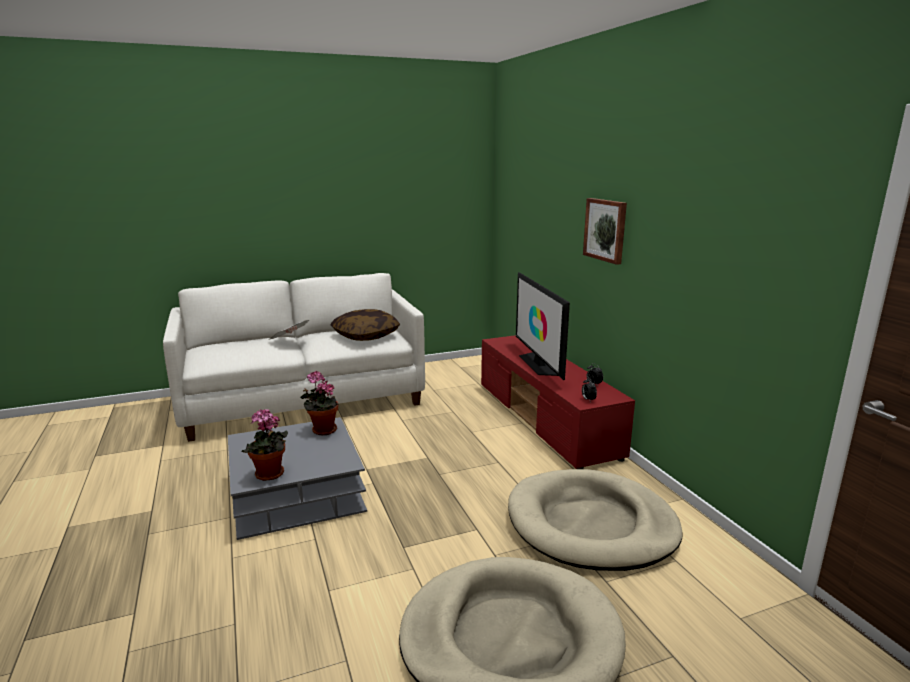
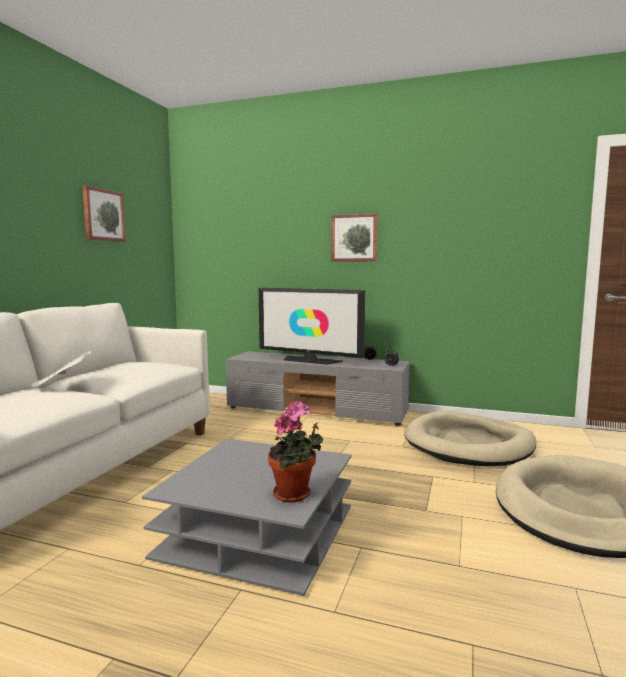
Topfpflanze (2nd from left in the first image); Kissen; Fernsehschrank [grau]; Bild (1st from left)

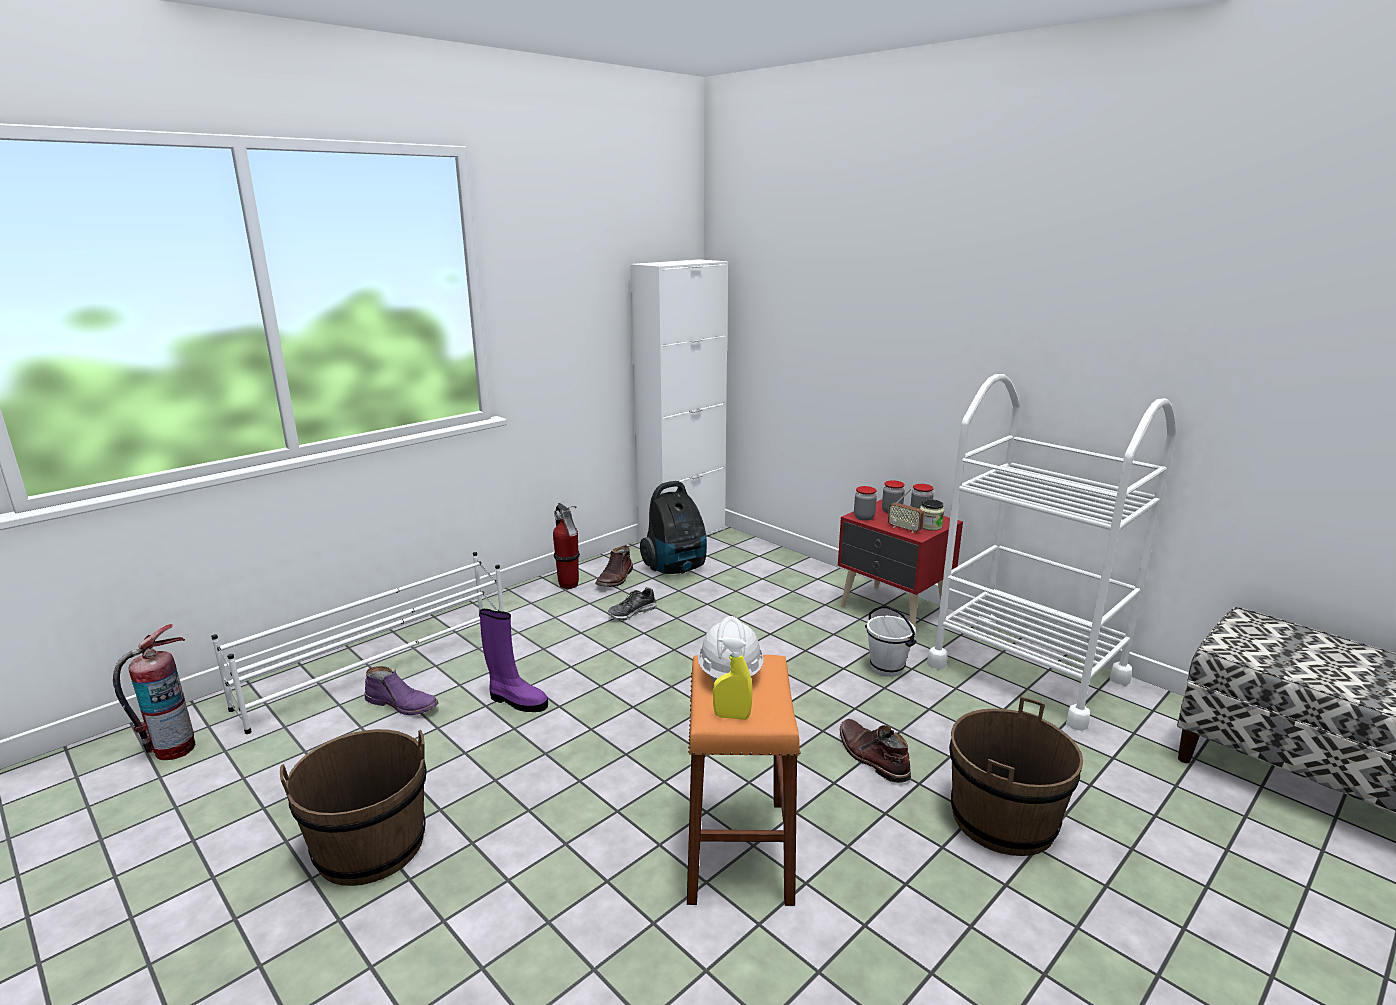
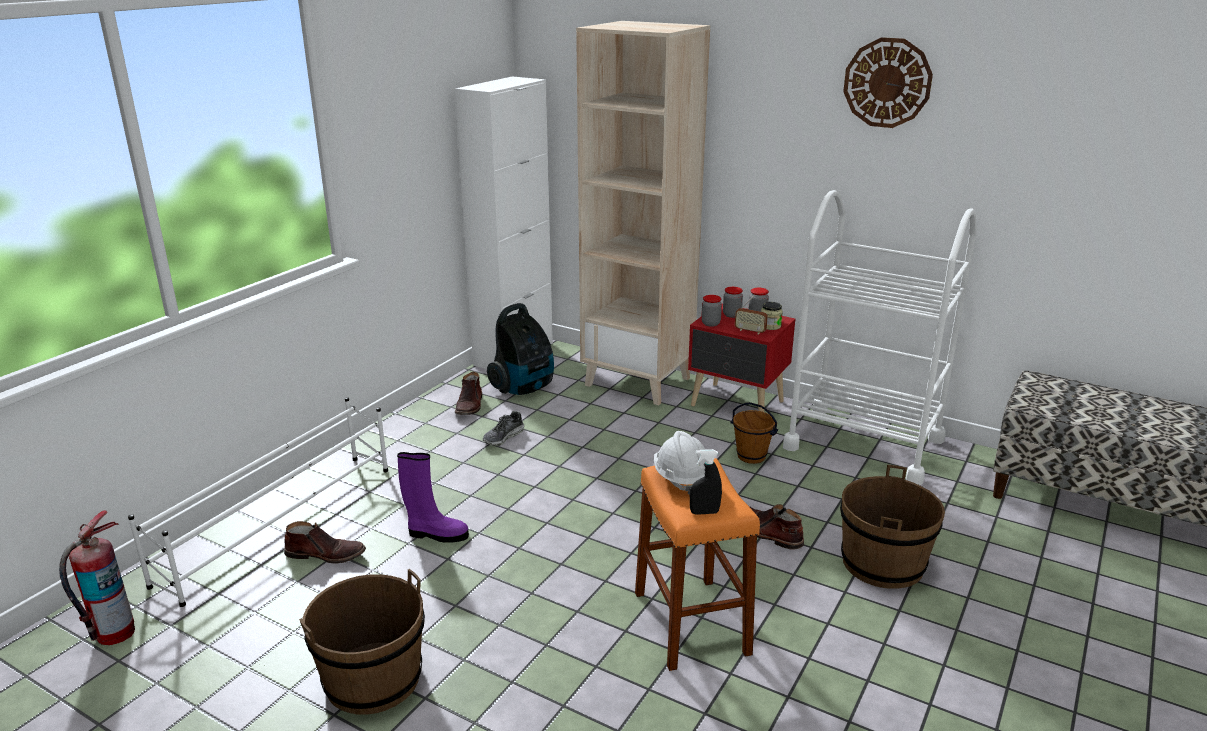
Stiefel [braun] (1st from left); Feuerlöscher (2nd from left in the first image); Sprühflasche [schwarz]; Eimer [braun] (2nd from left); Bücherregal [beige]; Wanduhr

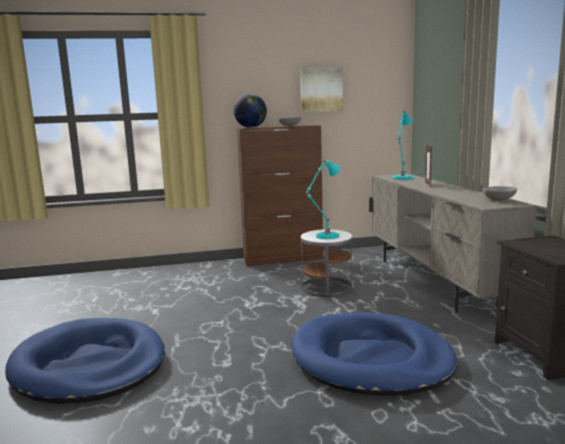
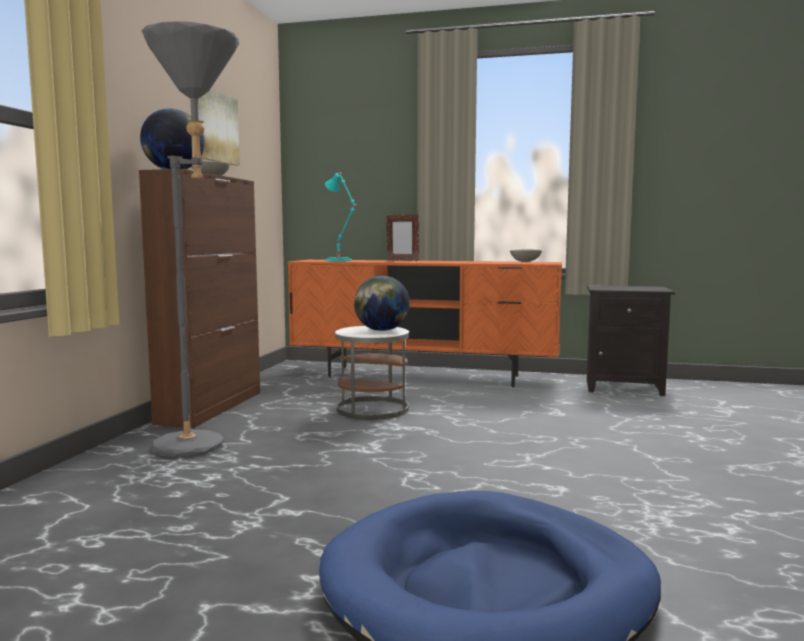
Hundebett [blau] (2nd from left in the first image); Globus (2nd from left); Fernsehschrank [orange]; Stehlampe [grau]

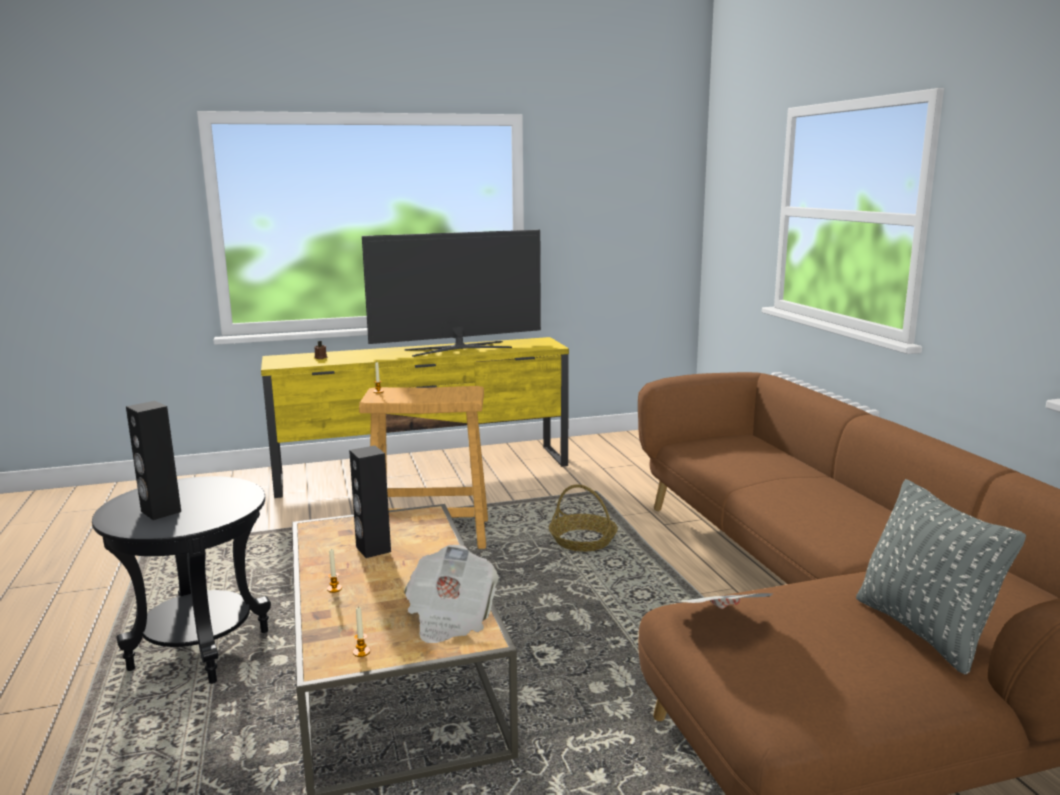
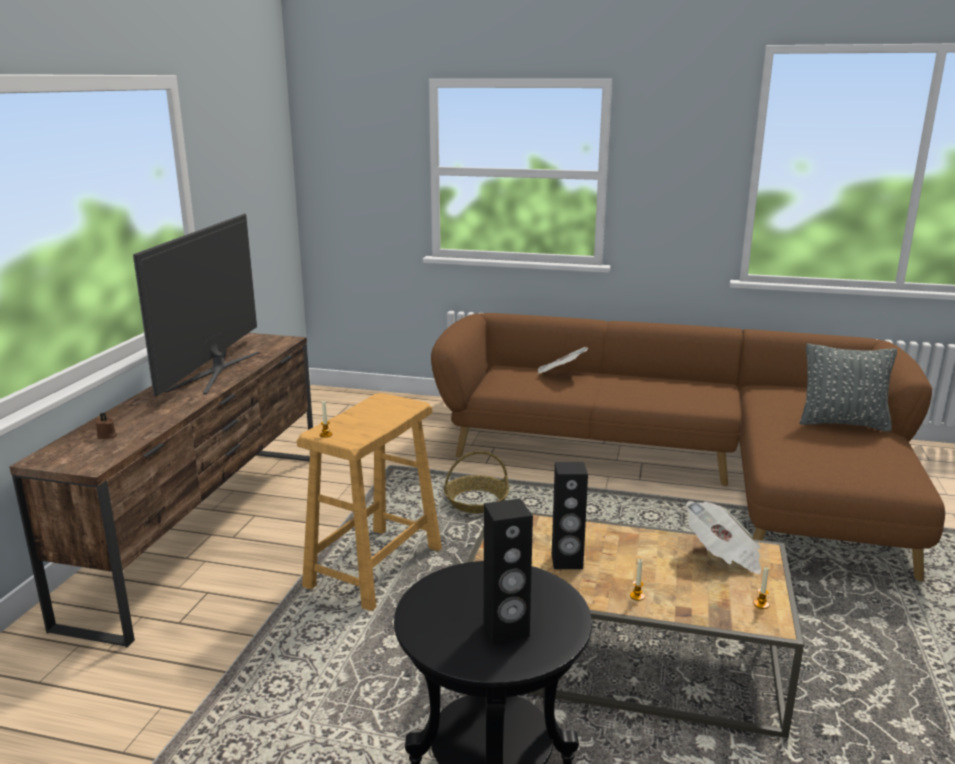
Fernsehschrank [braun]; Zeitung (1st from left)

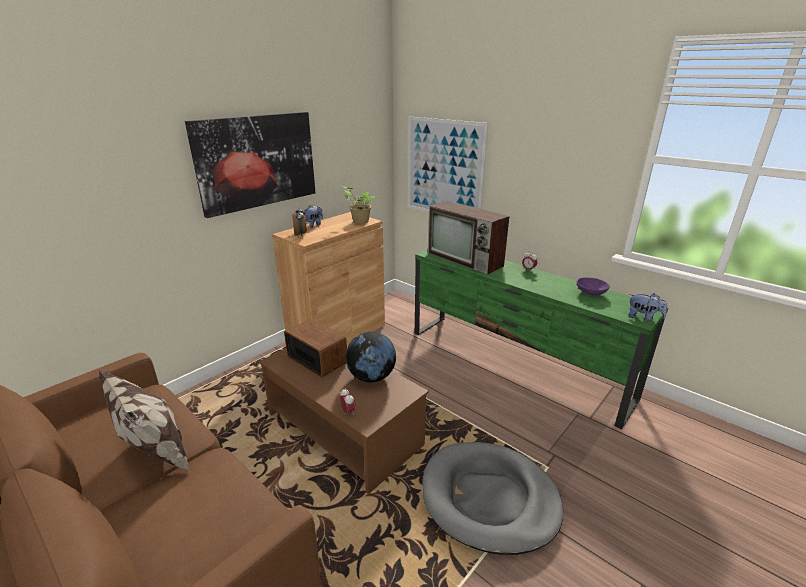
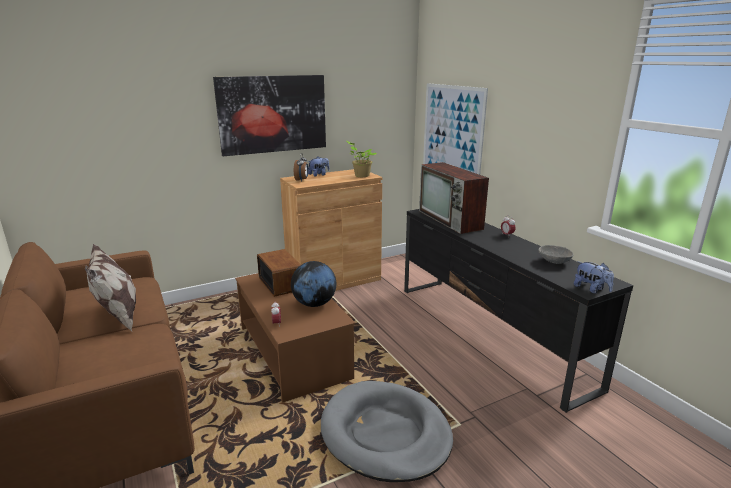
Fernsehschrank [schwarz]; Schüssel [grau]

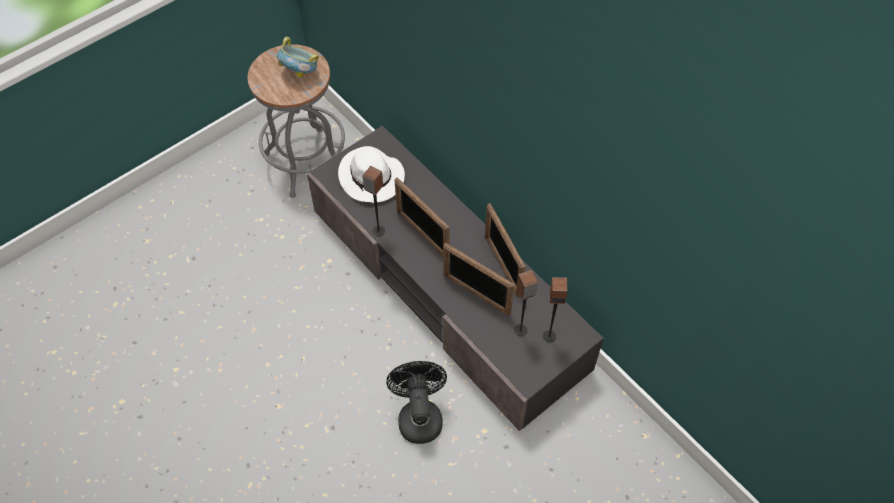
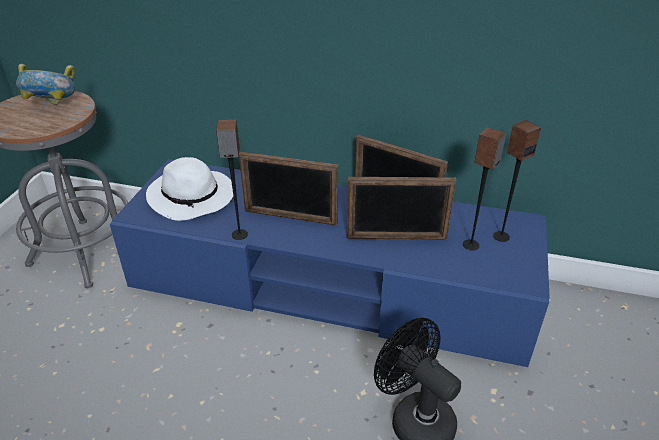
Fernsehschrank [blau]

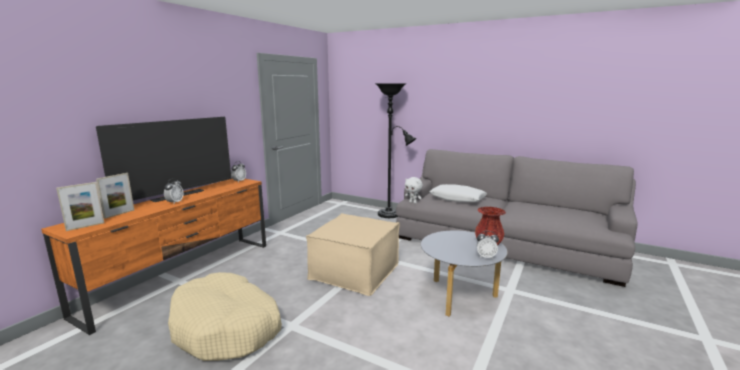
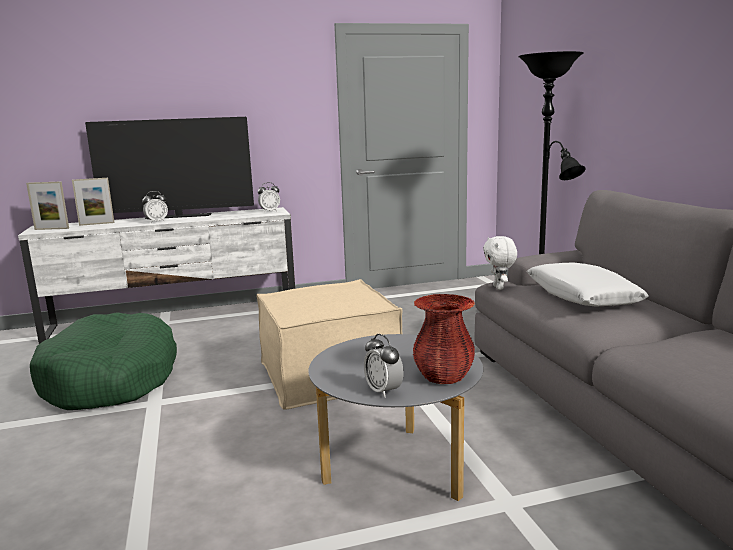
Fernsehschrank [weiß]; Hundebett [grün]

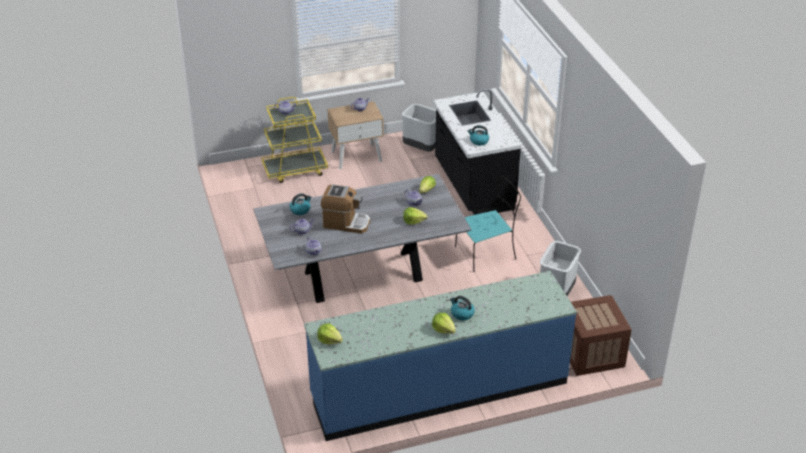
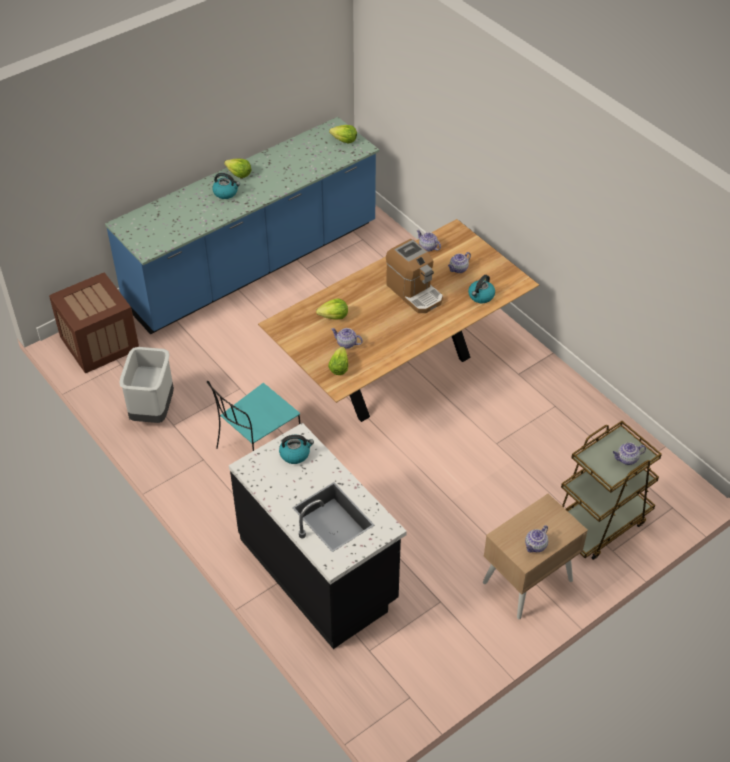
Esstisch [braun]; Rollwagen [braun]; Kaffeemaschine; Mülleimer [grau] (1st from left in the first image)

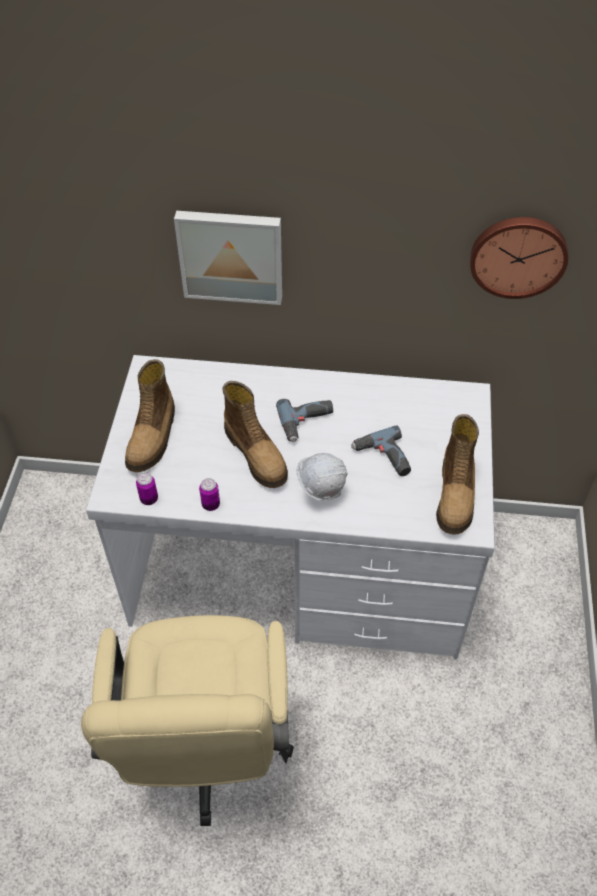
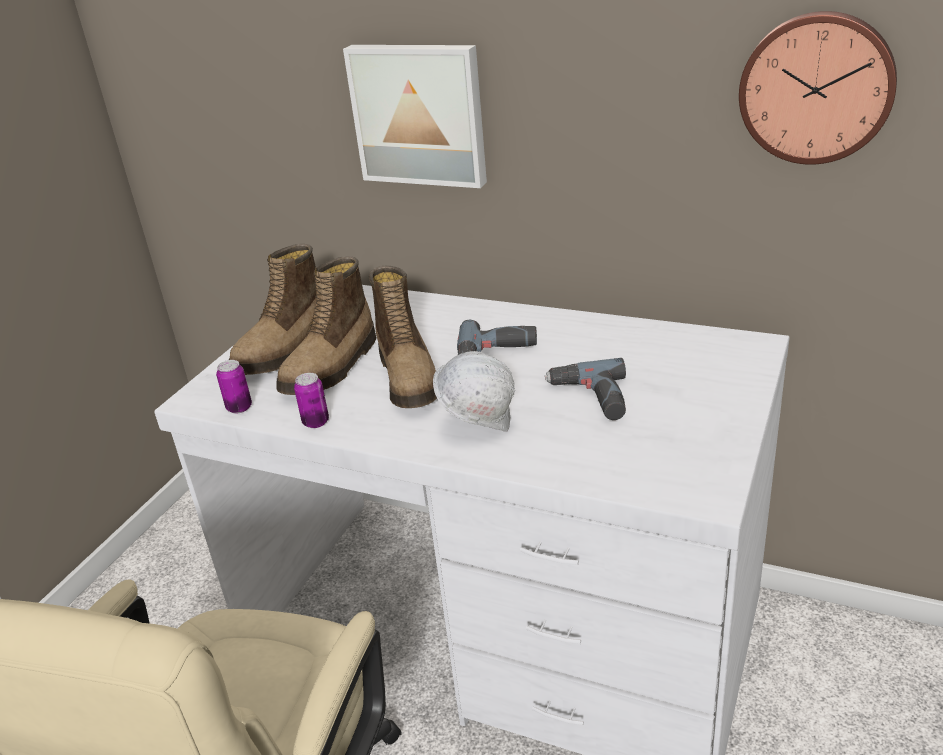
Stiefel (2nd from left)

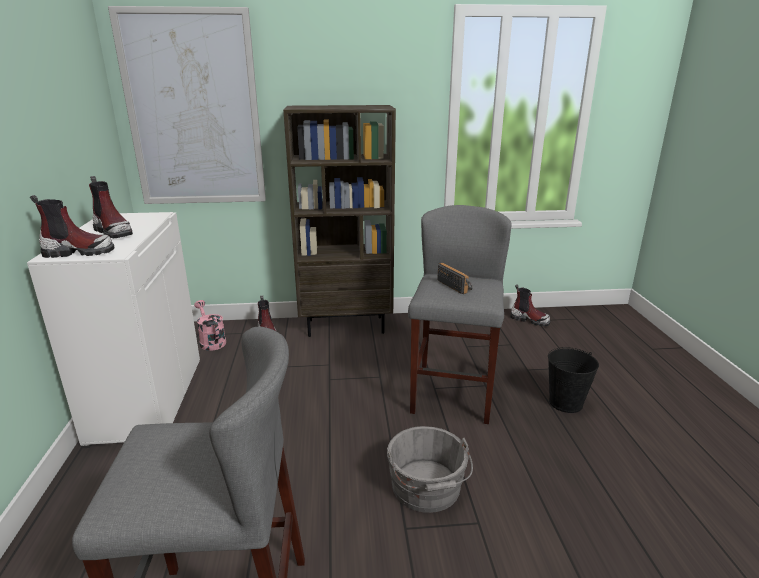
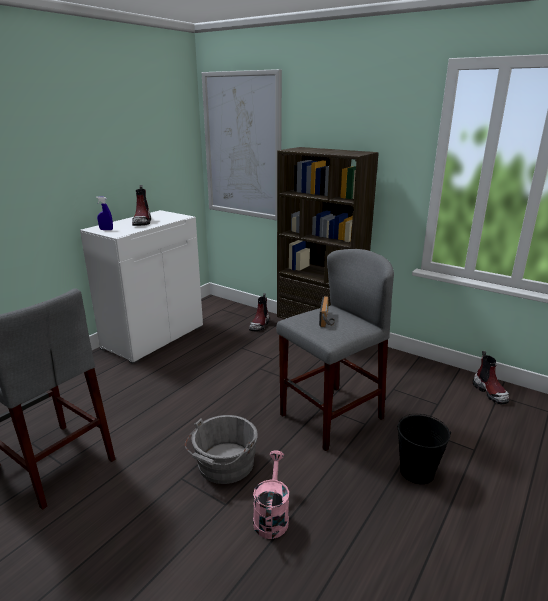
Sprühflasche [blau]; Gießkanne [rosa]

